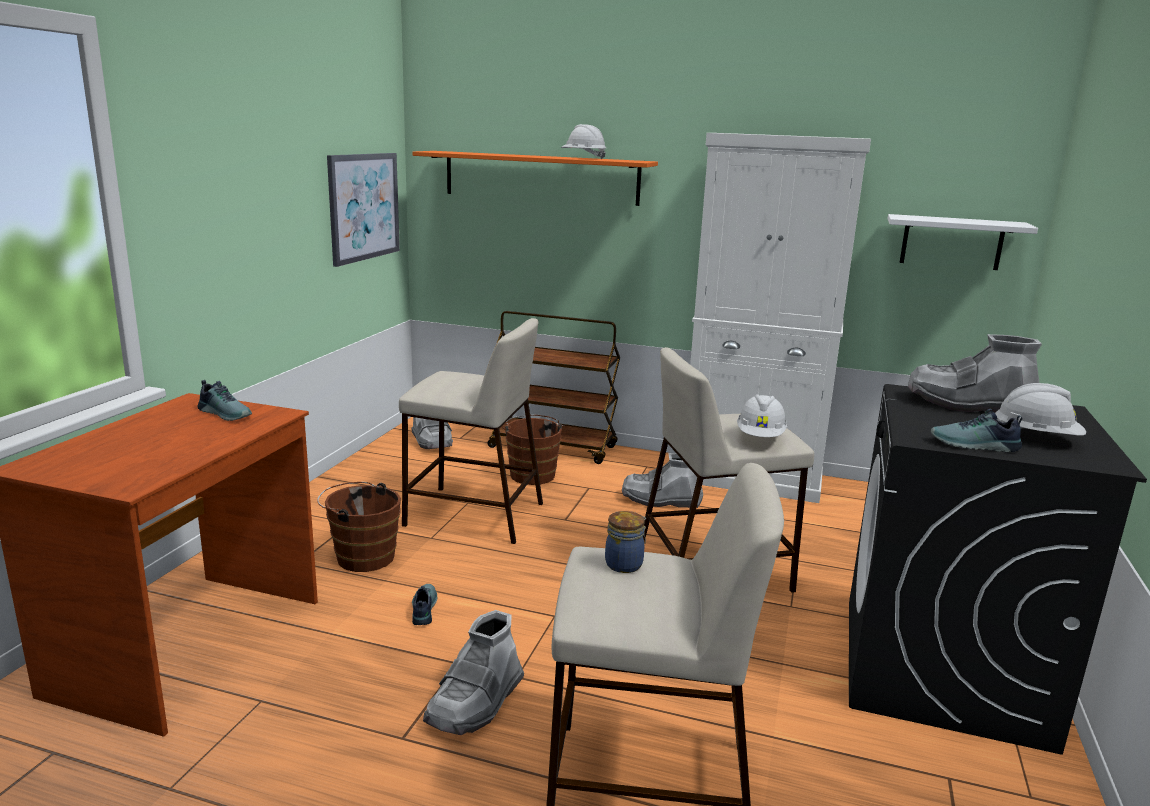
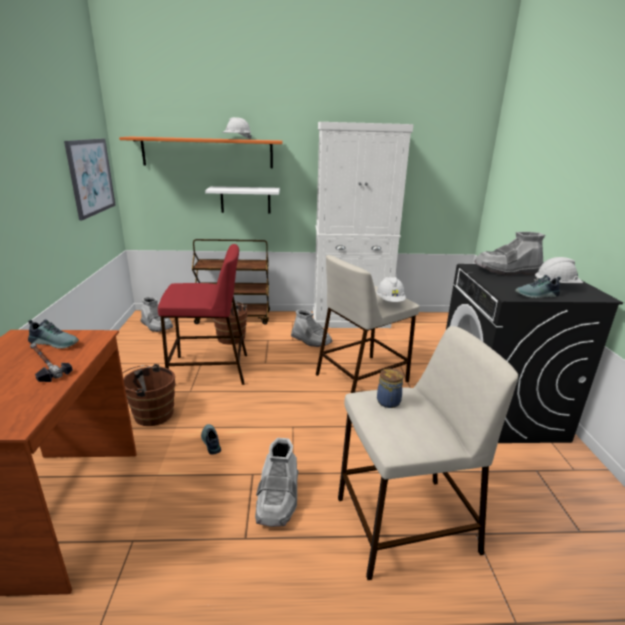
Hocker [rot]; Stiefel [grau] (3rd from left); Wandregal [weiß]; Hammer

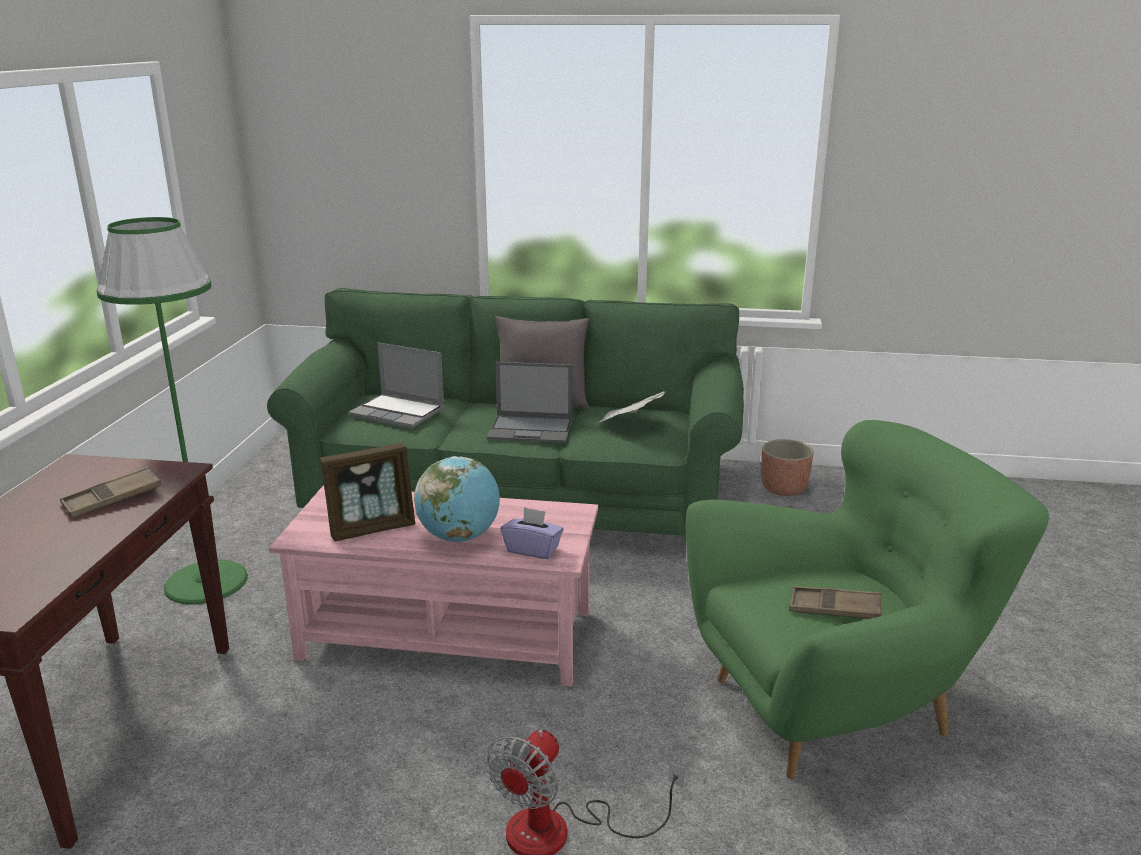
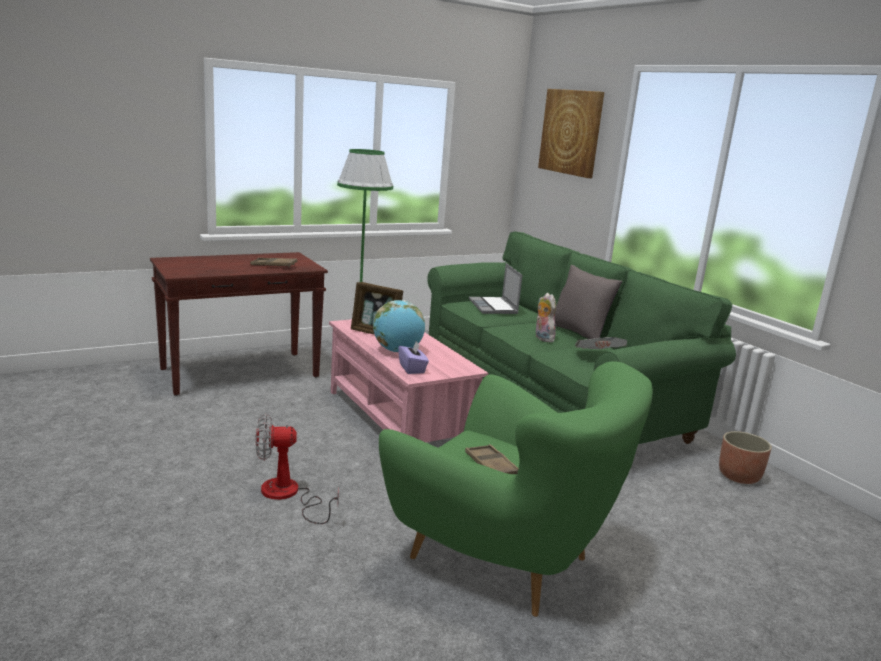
Plüschtier; Bild

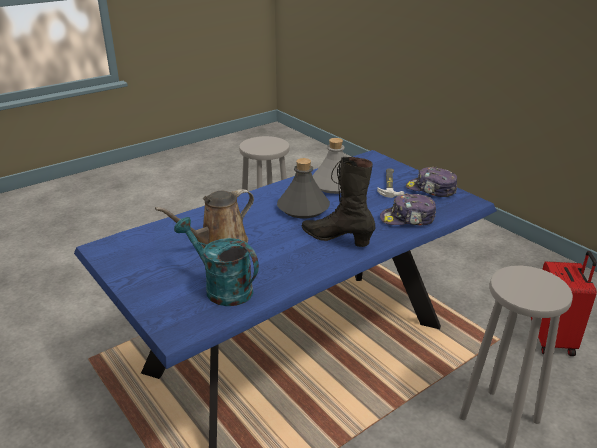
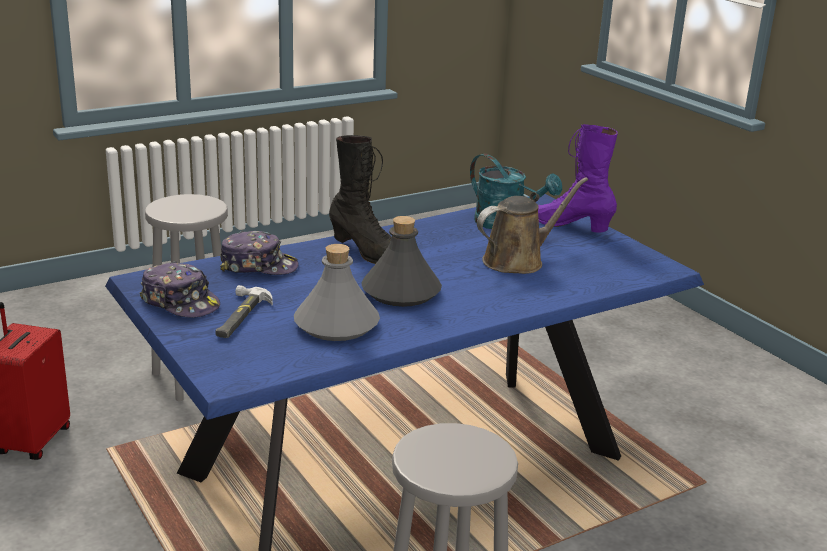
Stiefel [lila]

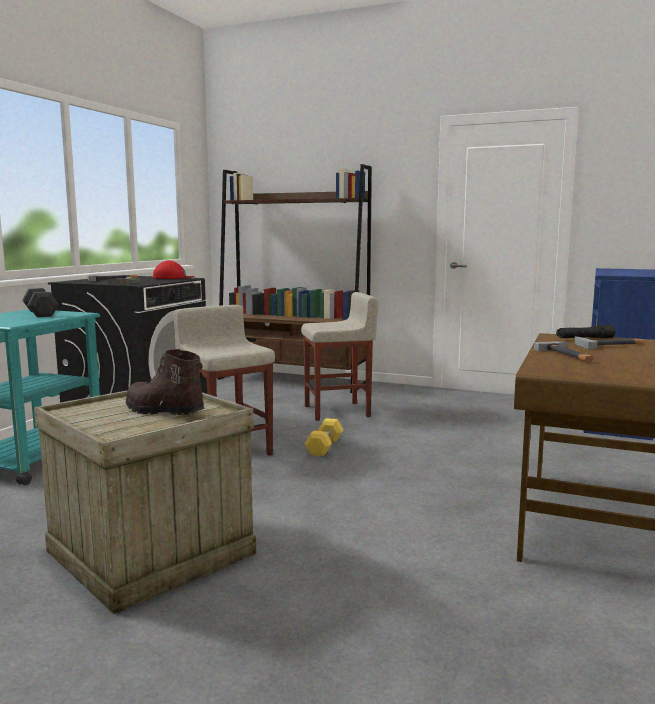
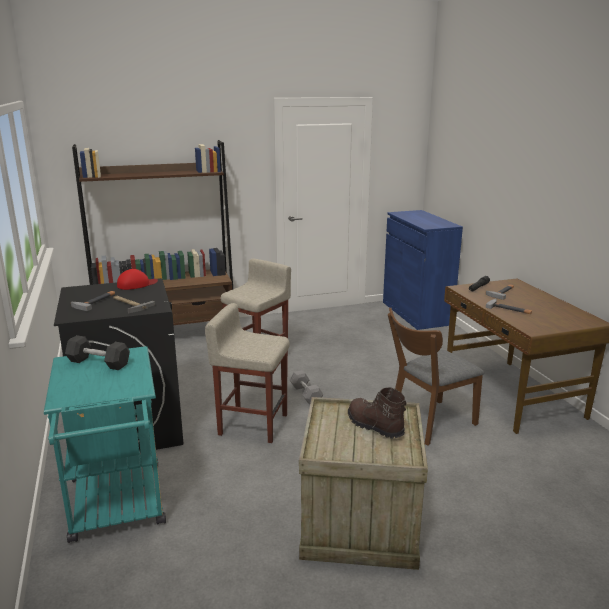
Stiefel [braun]; Hantel [grau] (2nd from left); Stuhl [braun]

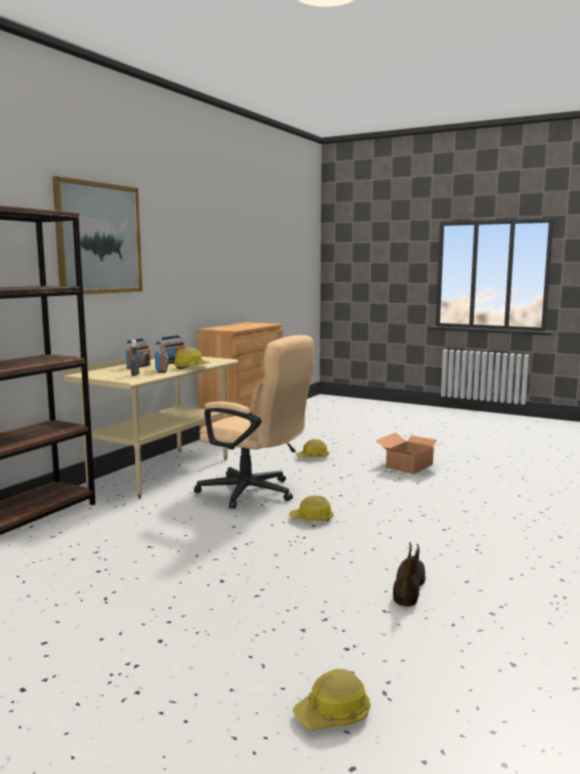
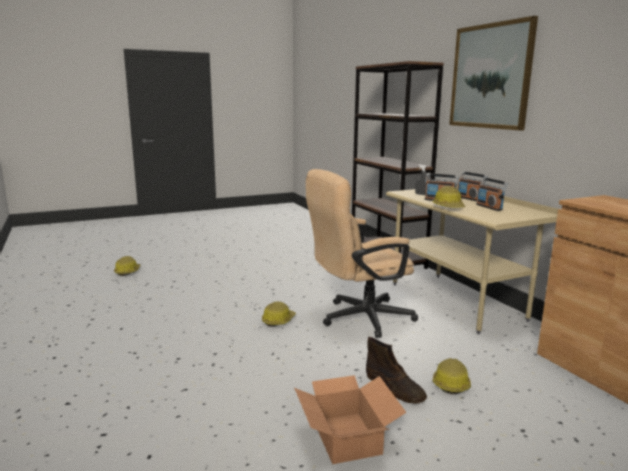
Stiefel [braun]

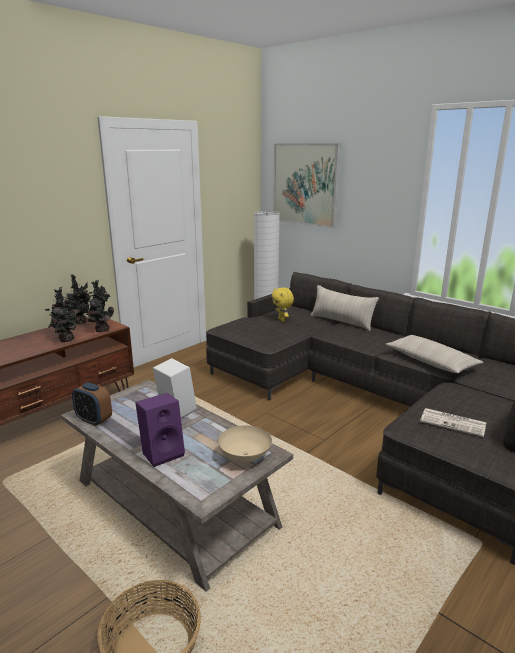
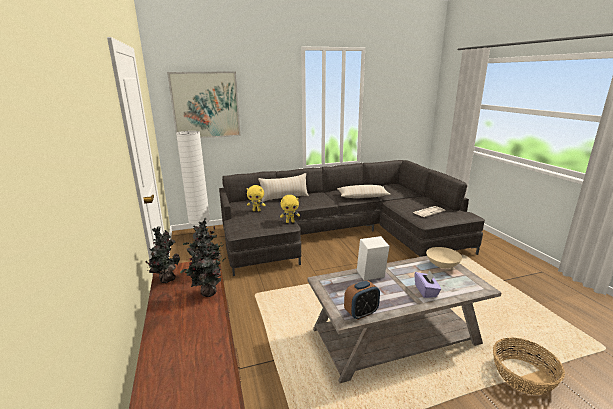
Taschentuchbox [lila]; Plüschtier [gelb] (2nd from left)

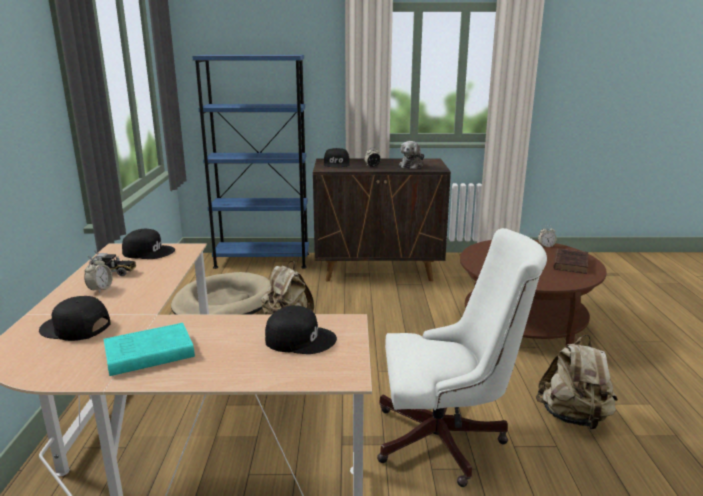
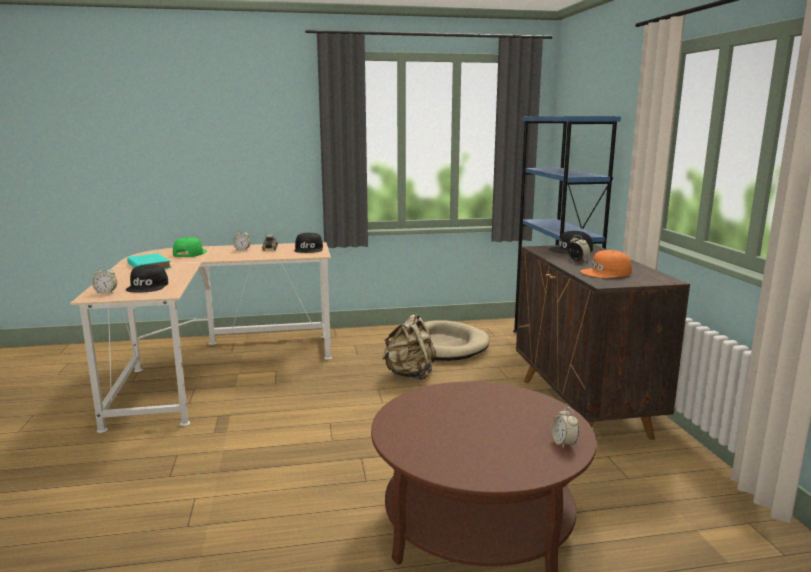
Kappe [grün]; Bürostuhl [weiß]; Kappe [orange]; Rucksack [beige] (2nd from left in the first image); Buch [braun]; Wecker (1st from left)

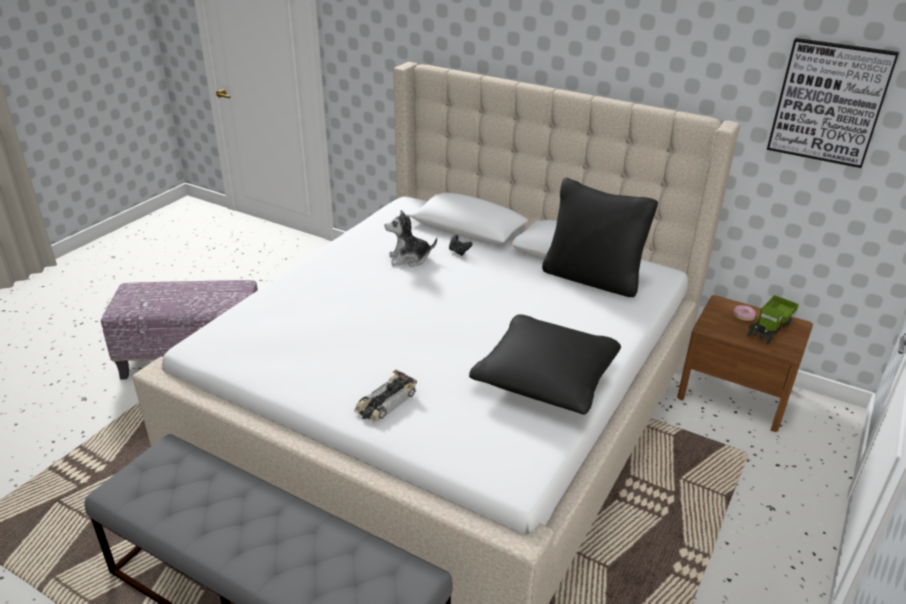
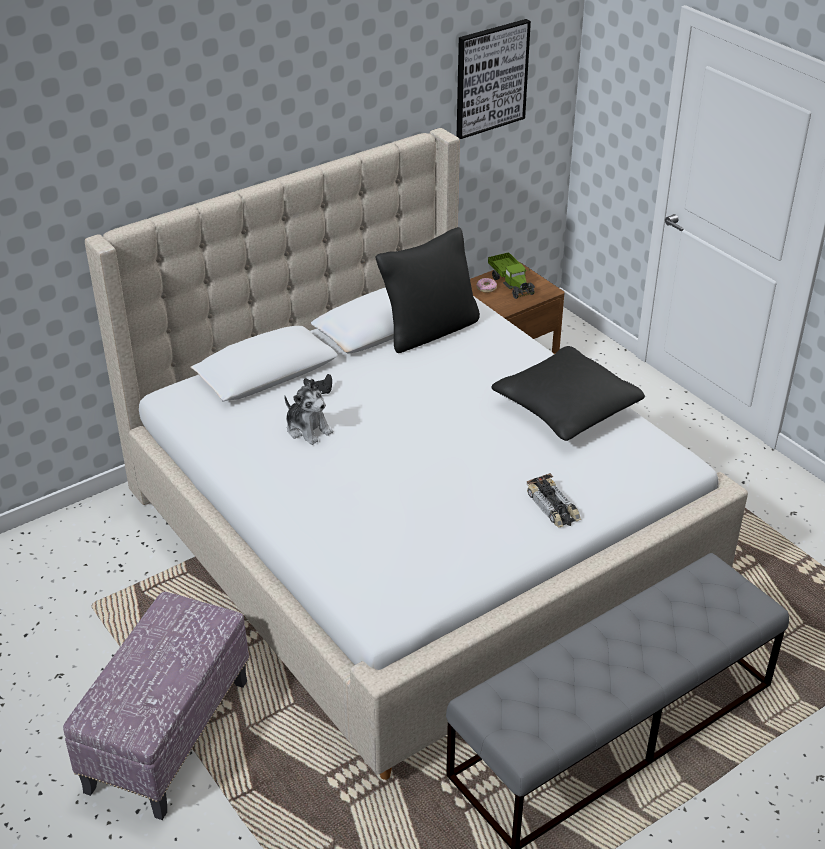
Plüschtier

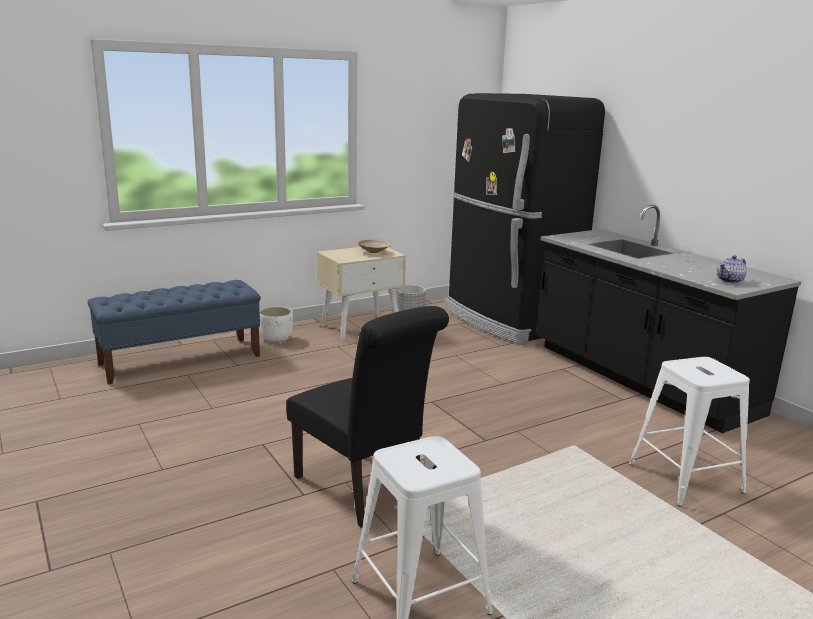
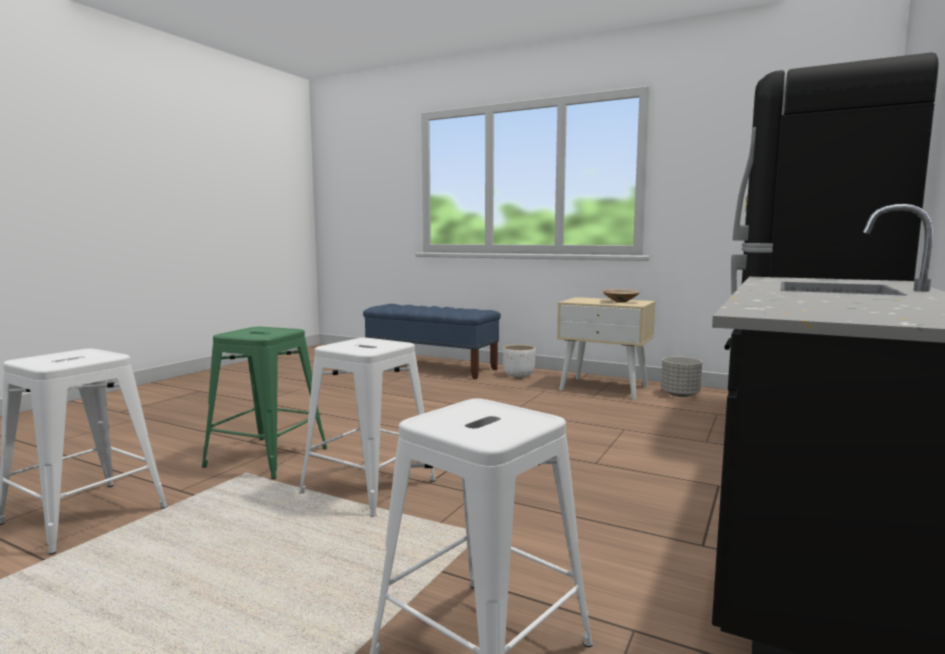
Hocker [grün]; Teekanne; Hocker [weiß] (2nd from left)

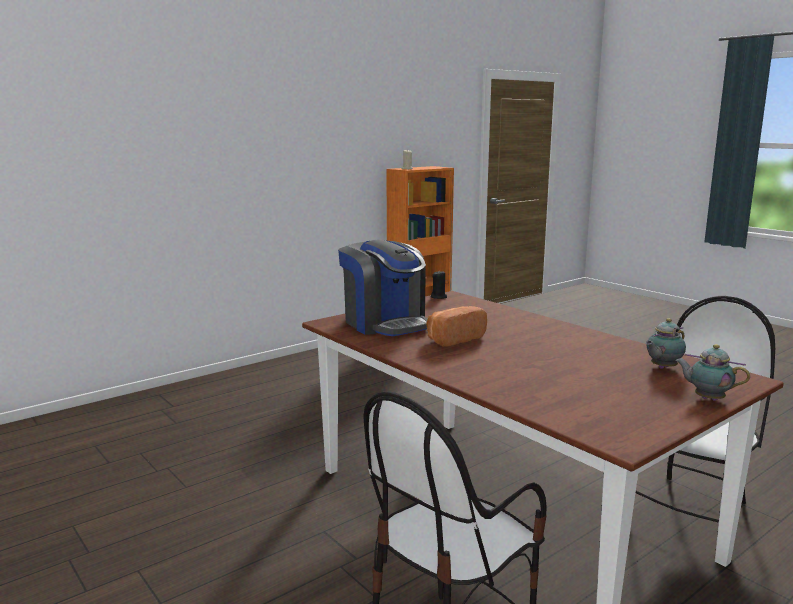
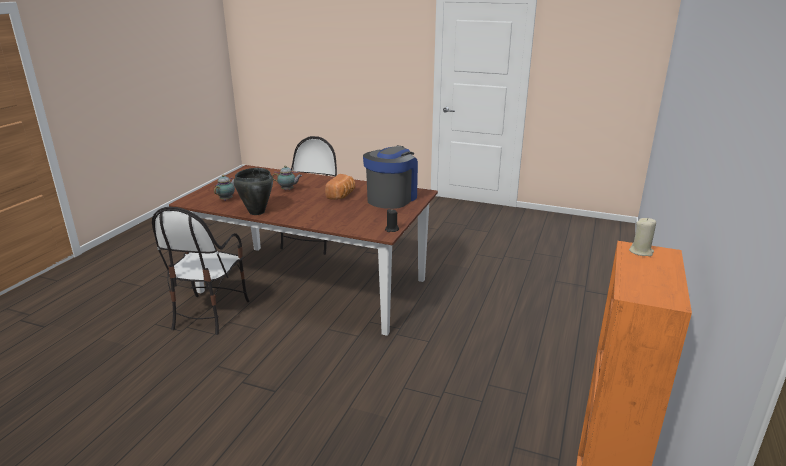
Kaffeemaschine; Teekanne (2nd from left); Kochtopf [schwarz]

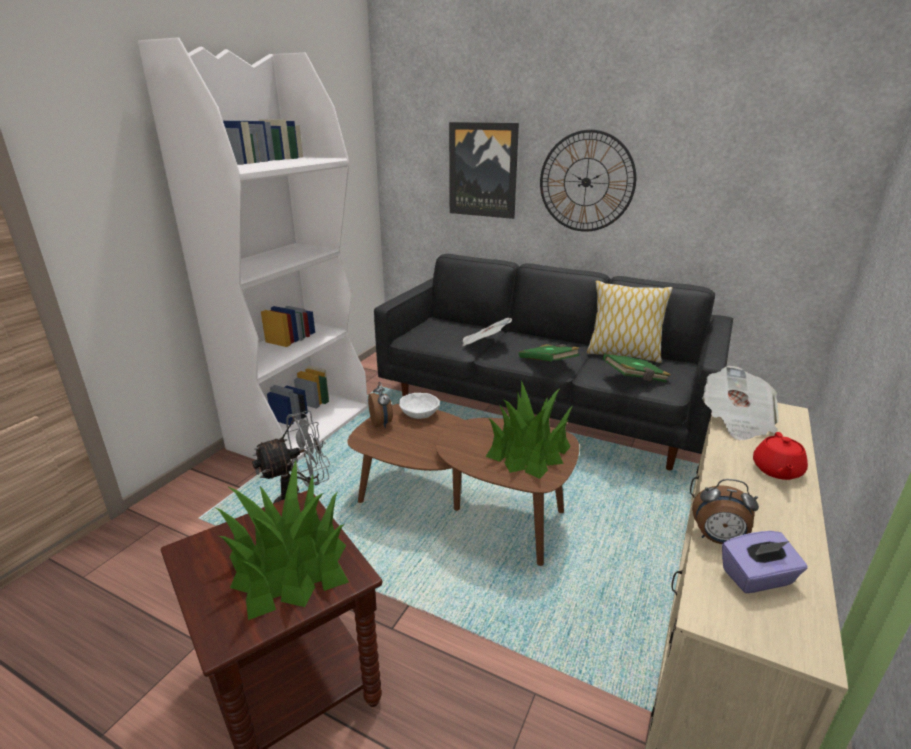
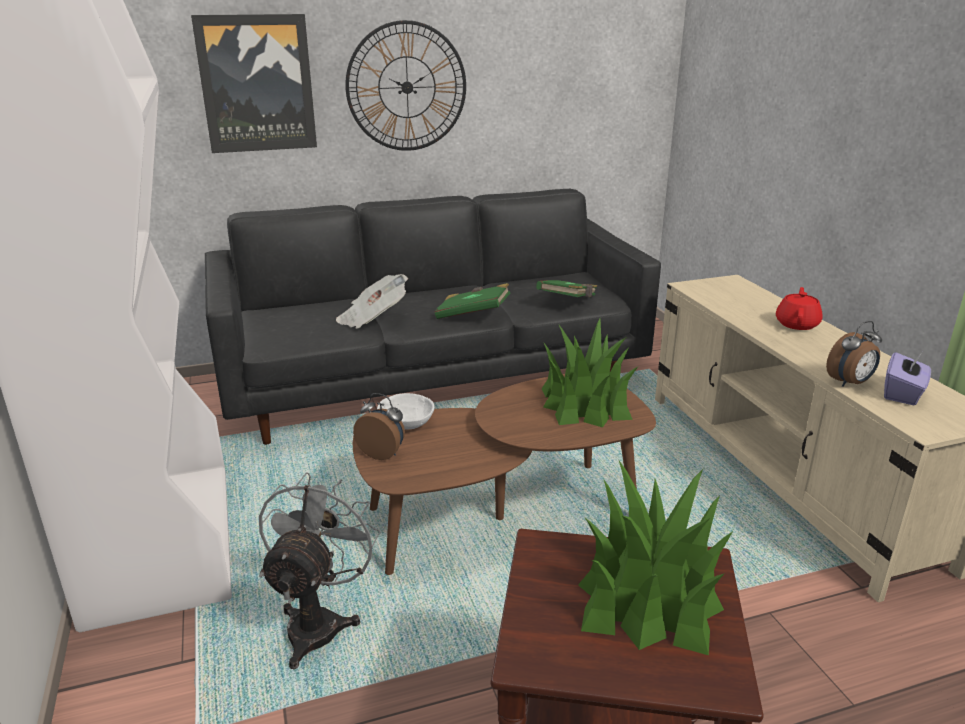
Kissen; Zeitung (2nd from left in the first image); Teekanne [rot]

